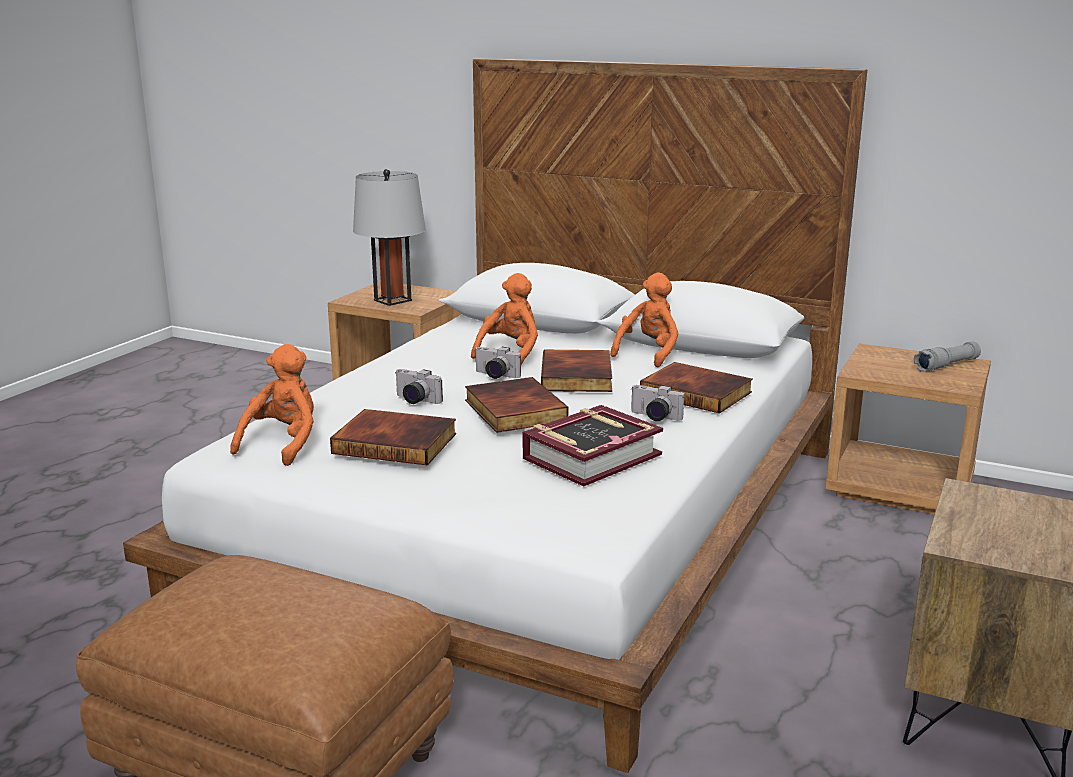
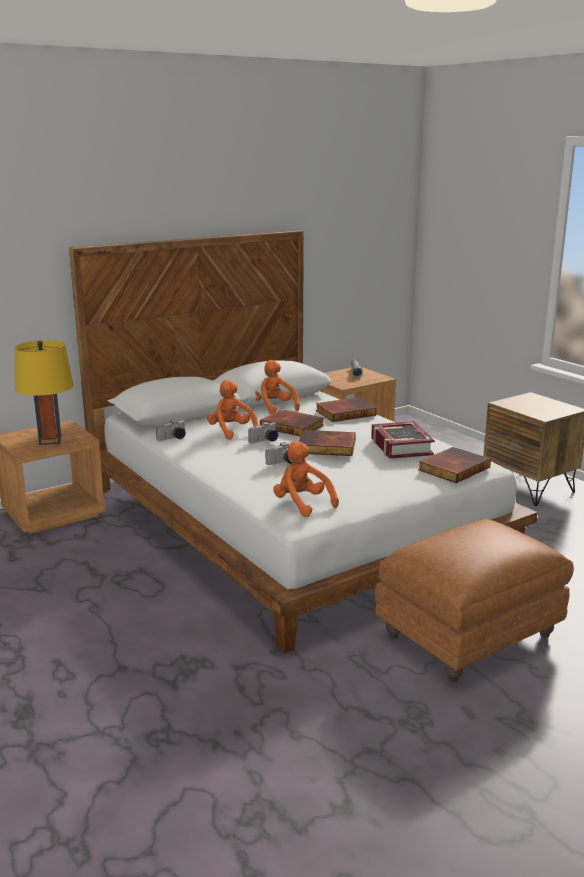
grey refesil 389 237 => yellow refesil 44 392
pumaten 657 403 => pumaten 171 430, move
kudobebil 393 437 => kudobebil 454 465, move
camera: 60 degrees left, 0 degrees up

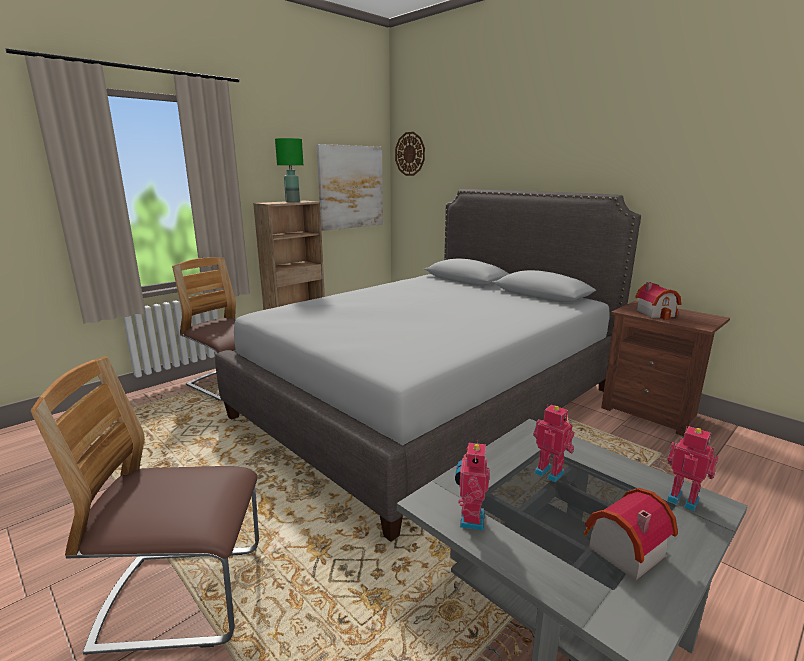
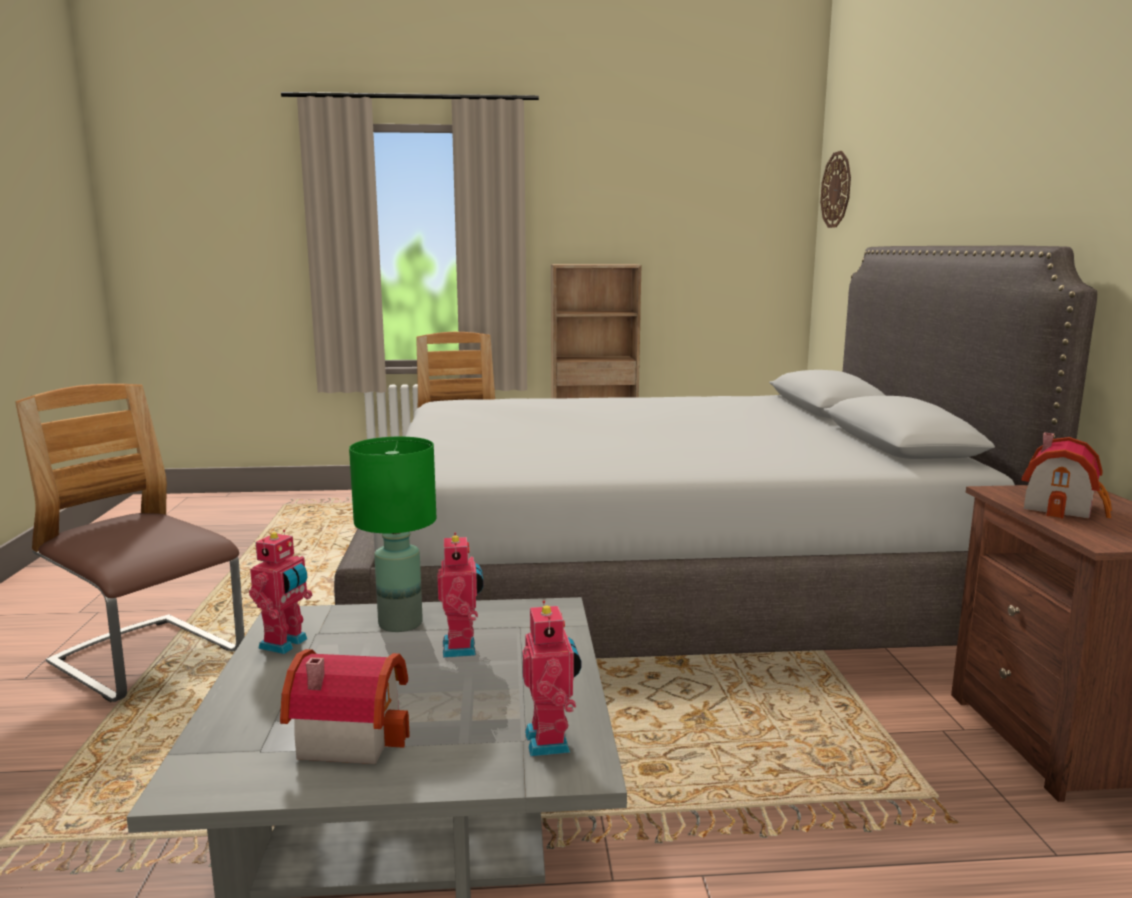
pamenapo 472 485 => pamenapo 280 592, 150 degrees clockwise
green refesil 289 170 => green refesil 392 534, move
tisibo 350 187 => nothing
camera: 40 degrees right, 5 degrees down

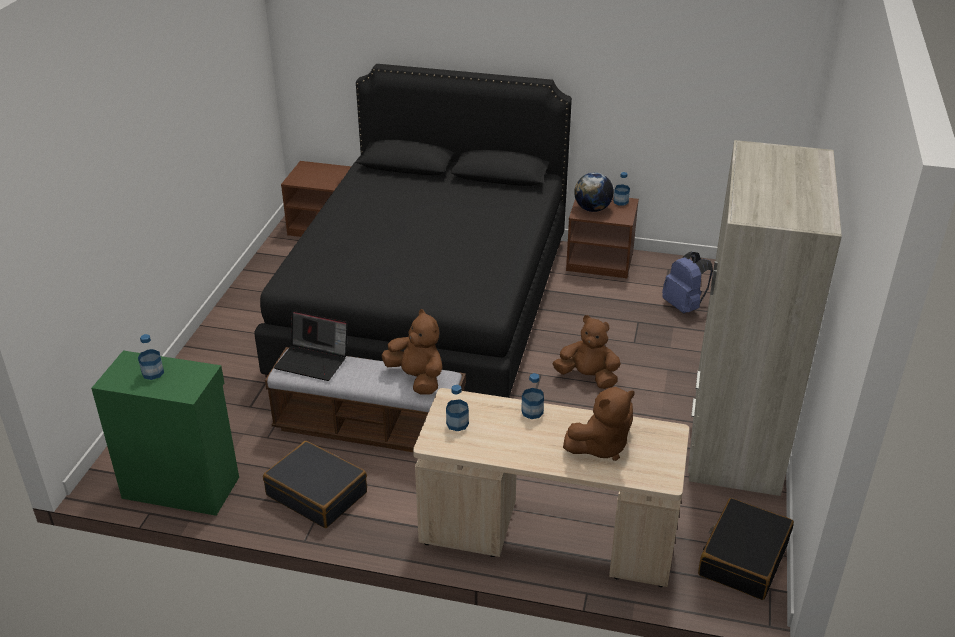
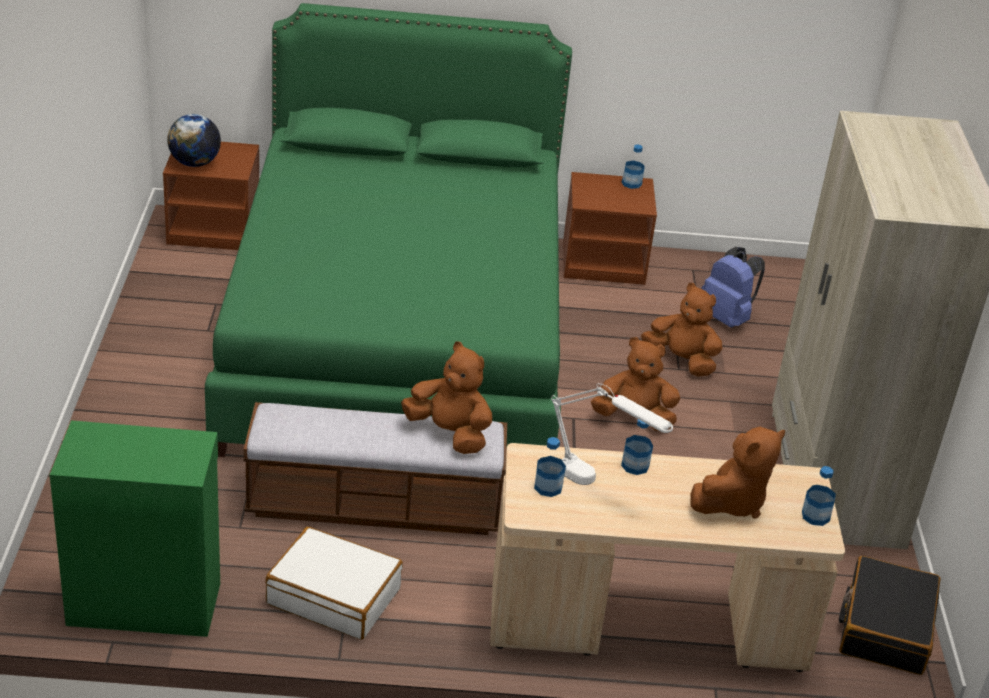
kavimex 594 192 => kavimex 194 140, move
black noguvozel 413 231 => green noguvozel 388 230
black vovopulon 315 484 => white vovopulon 334 583
nothing => white refesil 612 434
nothing => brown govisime 681 329
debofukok 151 357 => debofukok 819 496, move
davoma 311 346 => nothing
camera: 15 degrees left, 0 degrees up

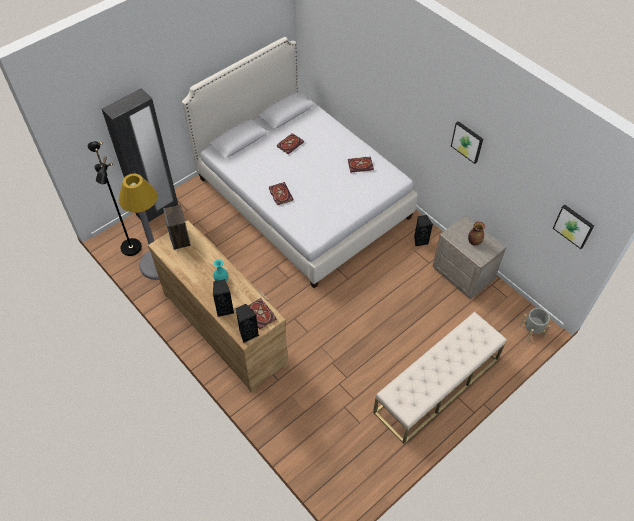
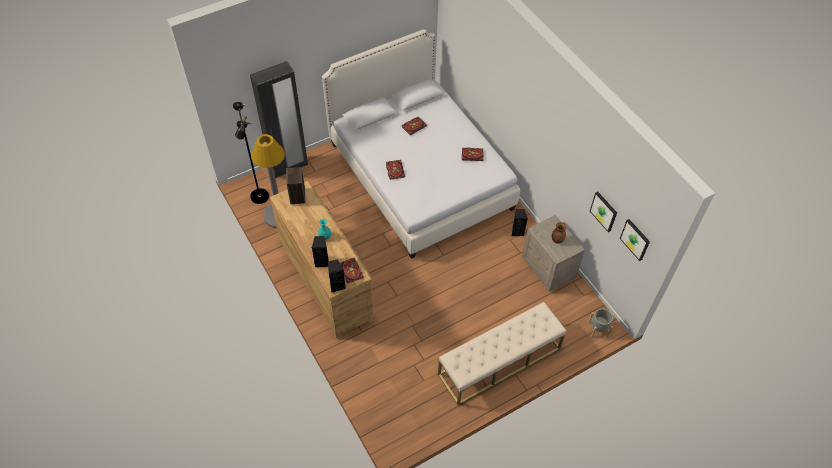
tisibo 467 142 => tisibo 603 212, move
camera: 10 degrees right, 0 degrees up

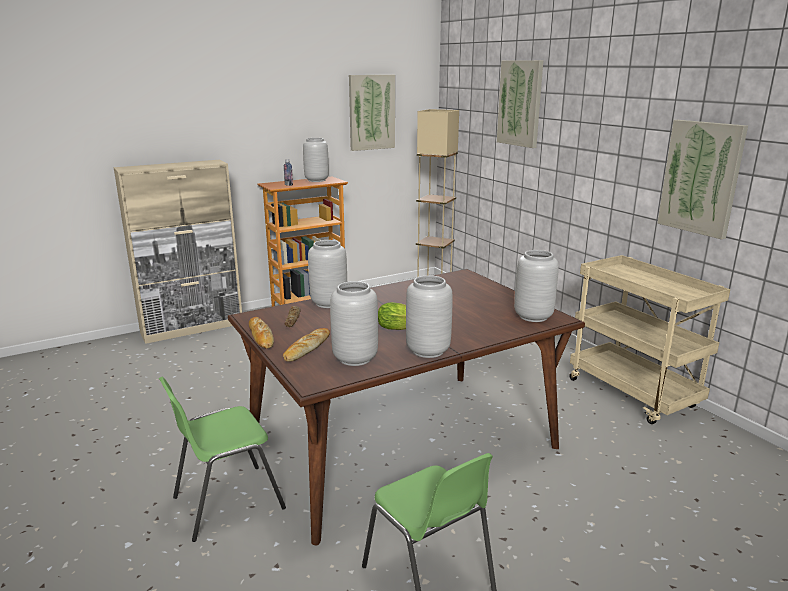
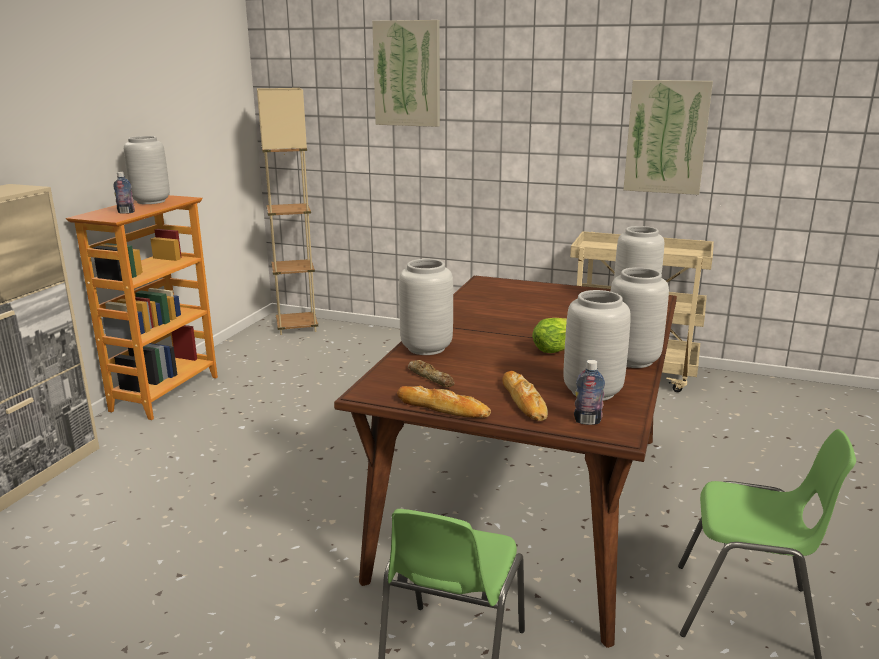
nothing => debofukok 589 392
tisibo 372 113 => nothing
camera: 40 degrees left, 0 degrees up

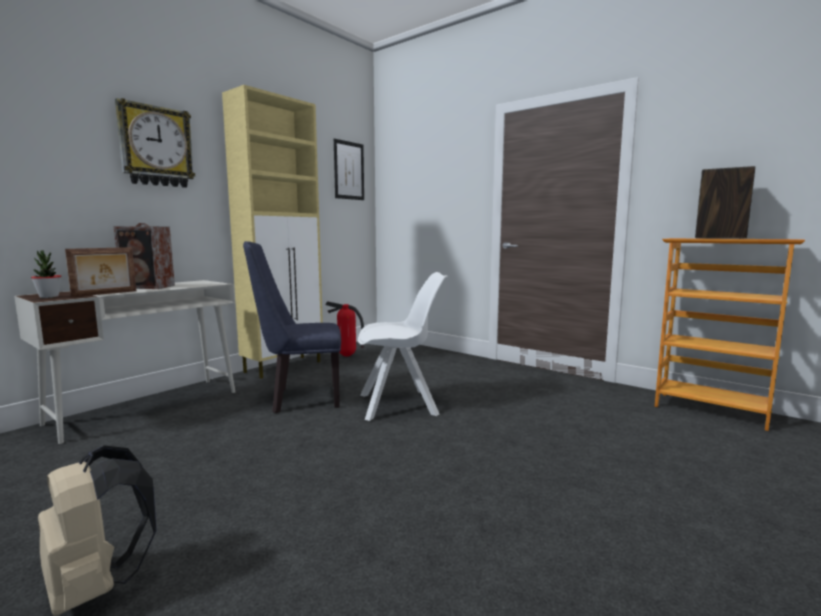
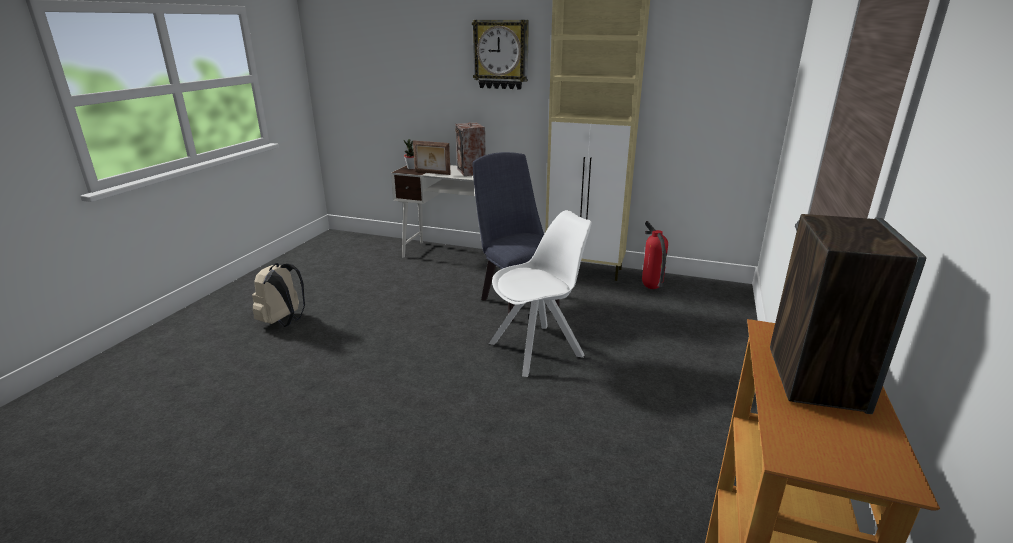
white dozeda 403 346 => white dozeda 540 293, 90 degrees counterclockwise
tisibo 349 169 => nothing
camera: 70 degrees right, 15 degrees up

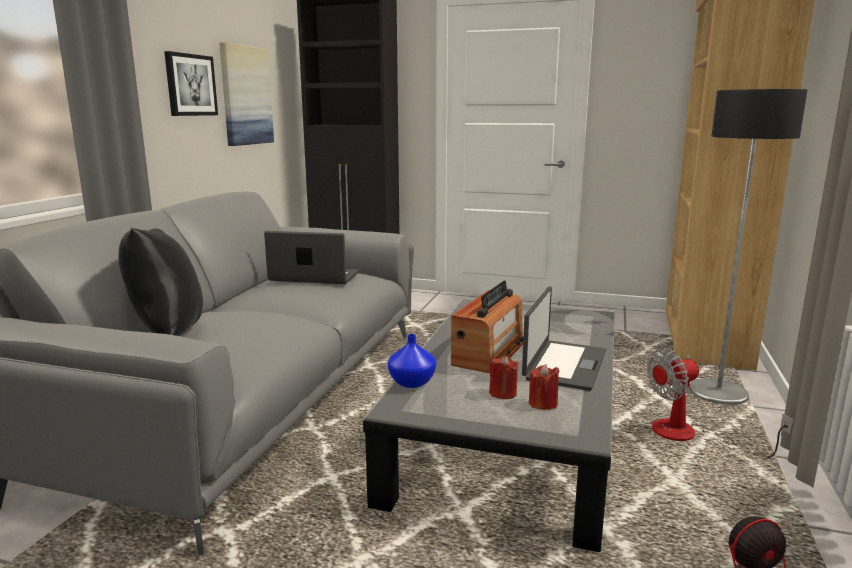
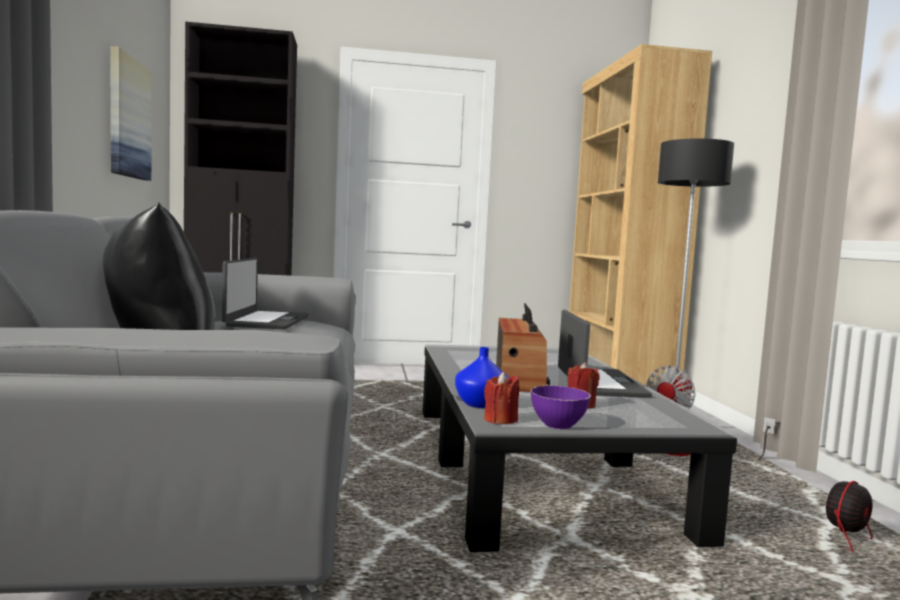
davoma 311 257 => davoma 265 293, 105 degrees clockwise
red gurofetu 544 387 => red gurofetu 501 398, move
nothing => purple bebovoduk 561 407
tisibo 191 83 => nothing
camera: 25 degrees left, 10 degrees down

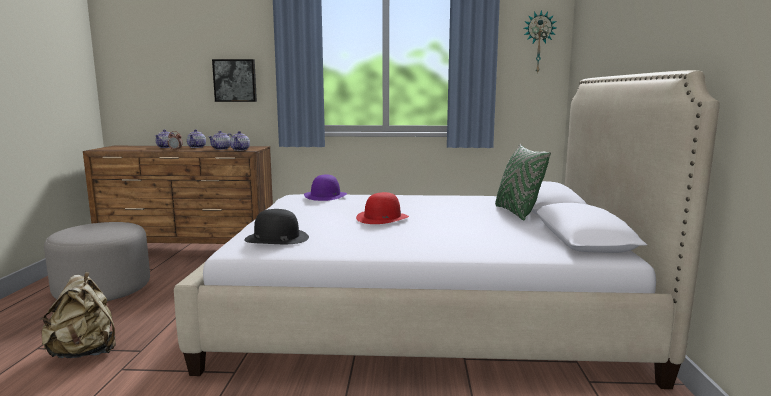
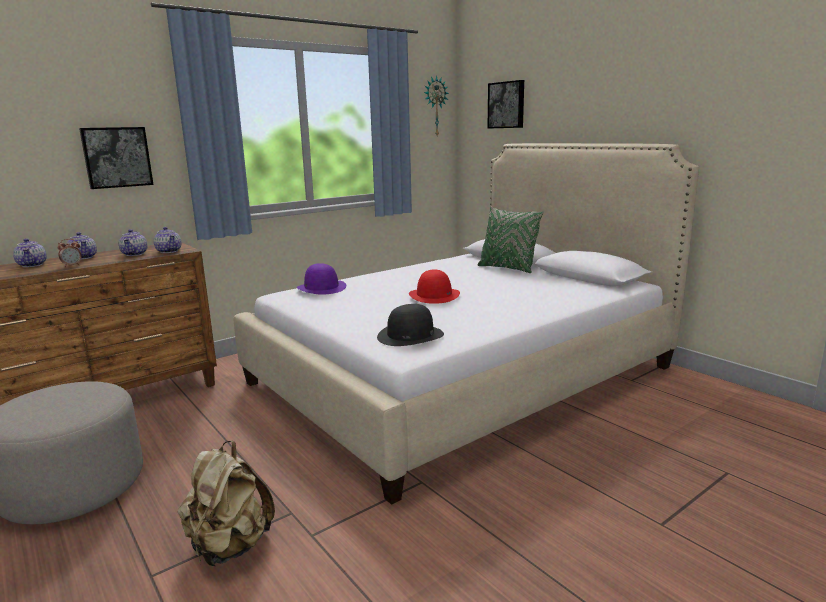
nothing => tisibo 506 104
camera: 40 degrees left, 5 degrees up

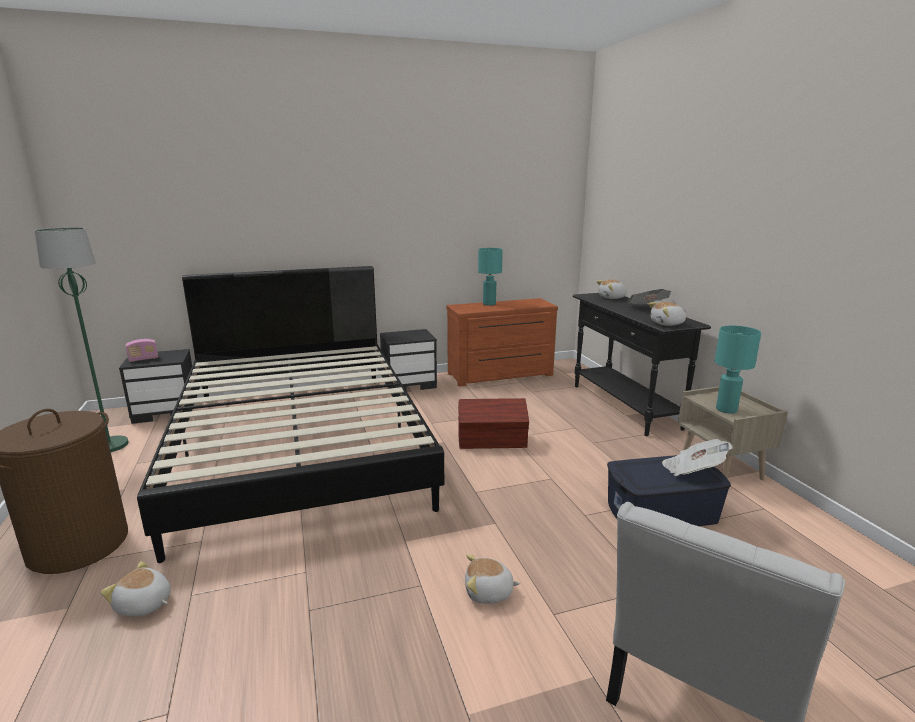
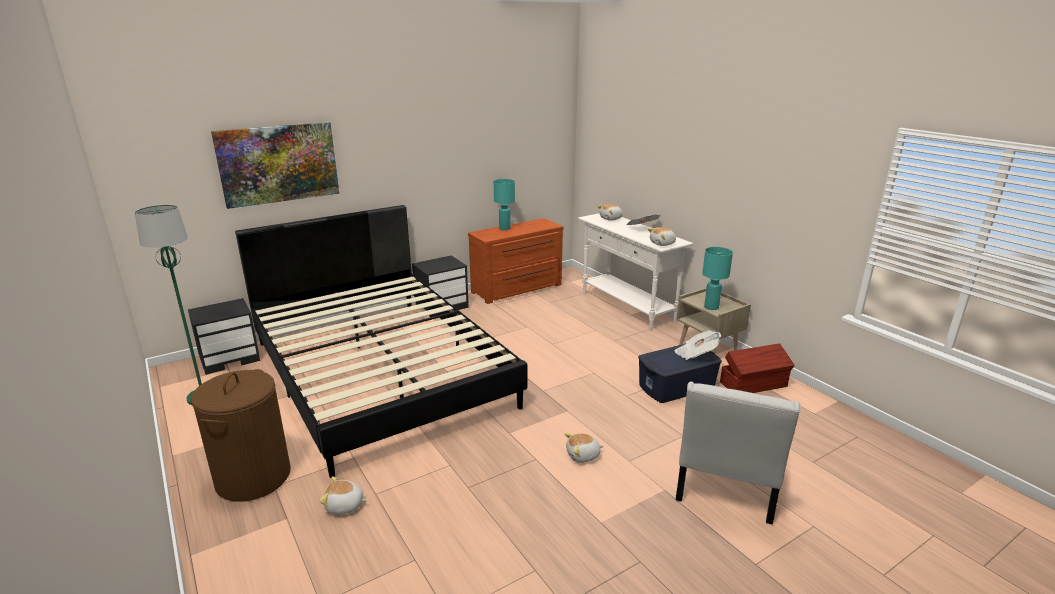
nothing => tisibo 275 165
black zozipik 642 364 => white zozipik 635 272
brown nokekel 493 423 => brown nokekel 757 368, move
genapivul 141 350 => nothing
camera: 15 degrees left, 5 degrees up

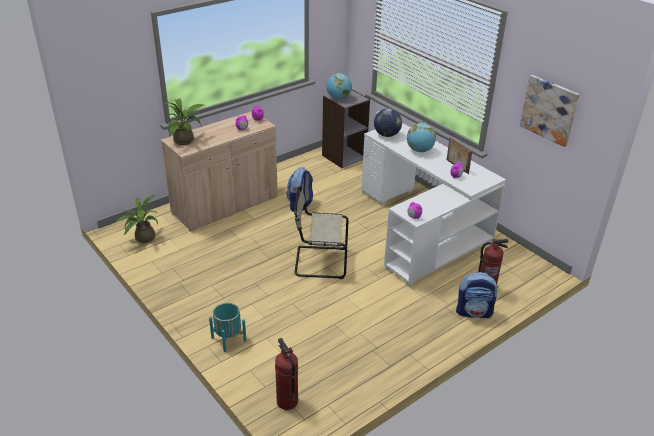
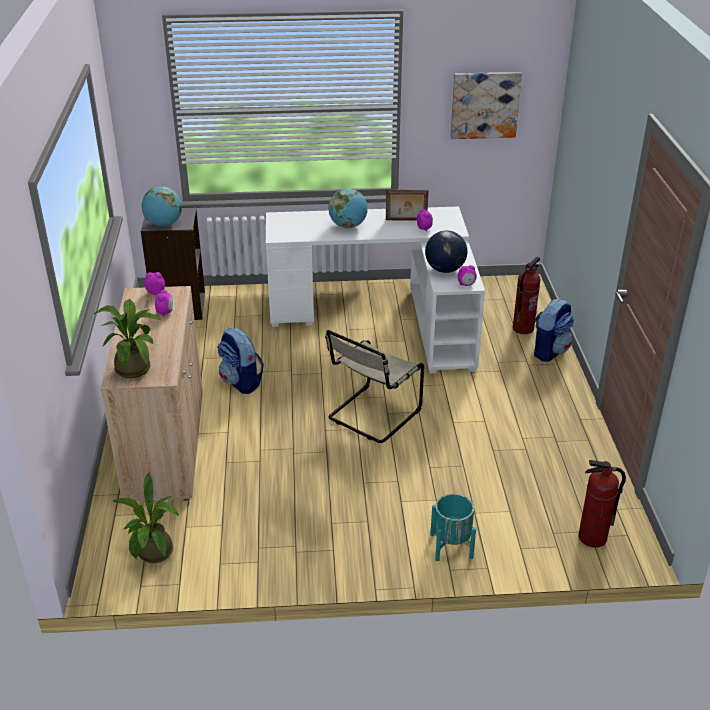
kavimex 388 122 => kavimex 446 251, move
camera: 55 degrees left, 0 degrees up

